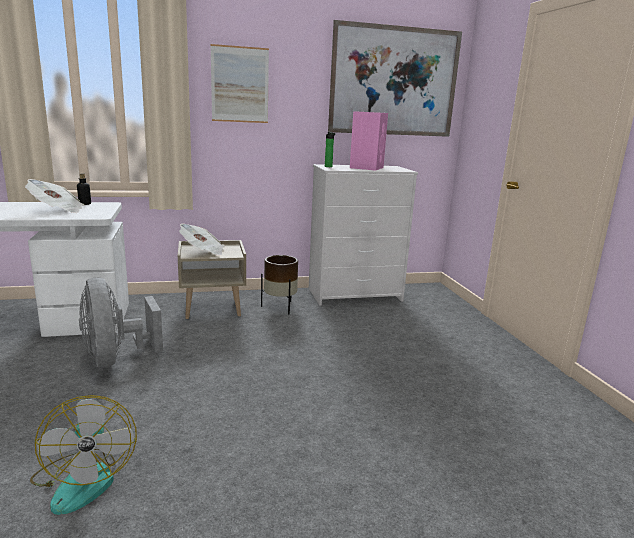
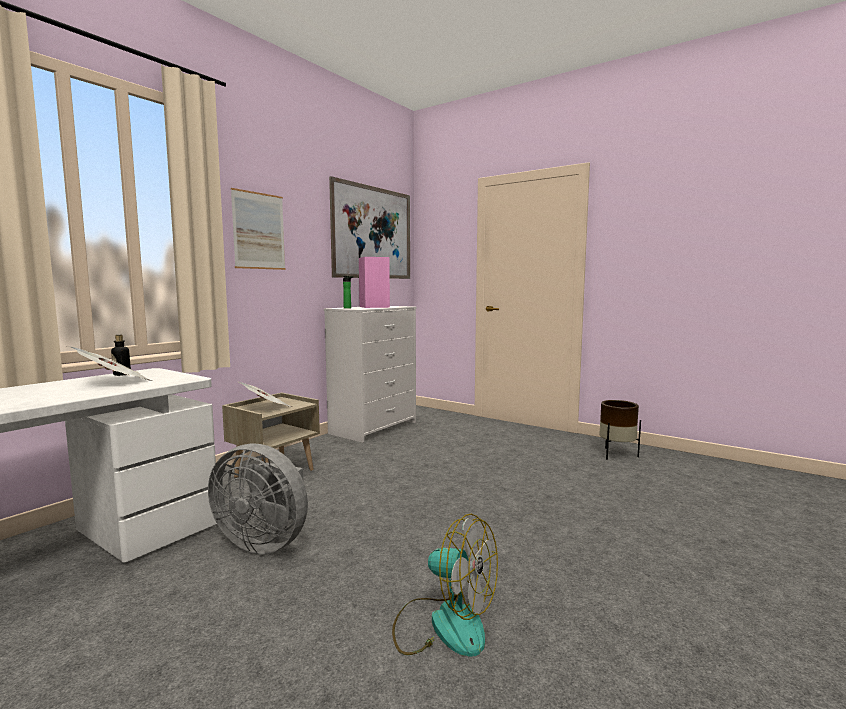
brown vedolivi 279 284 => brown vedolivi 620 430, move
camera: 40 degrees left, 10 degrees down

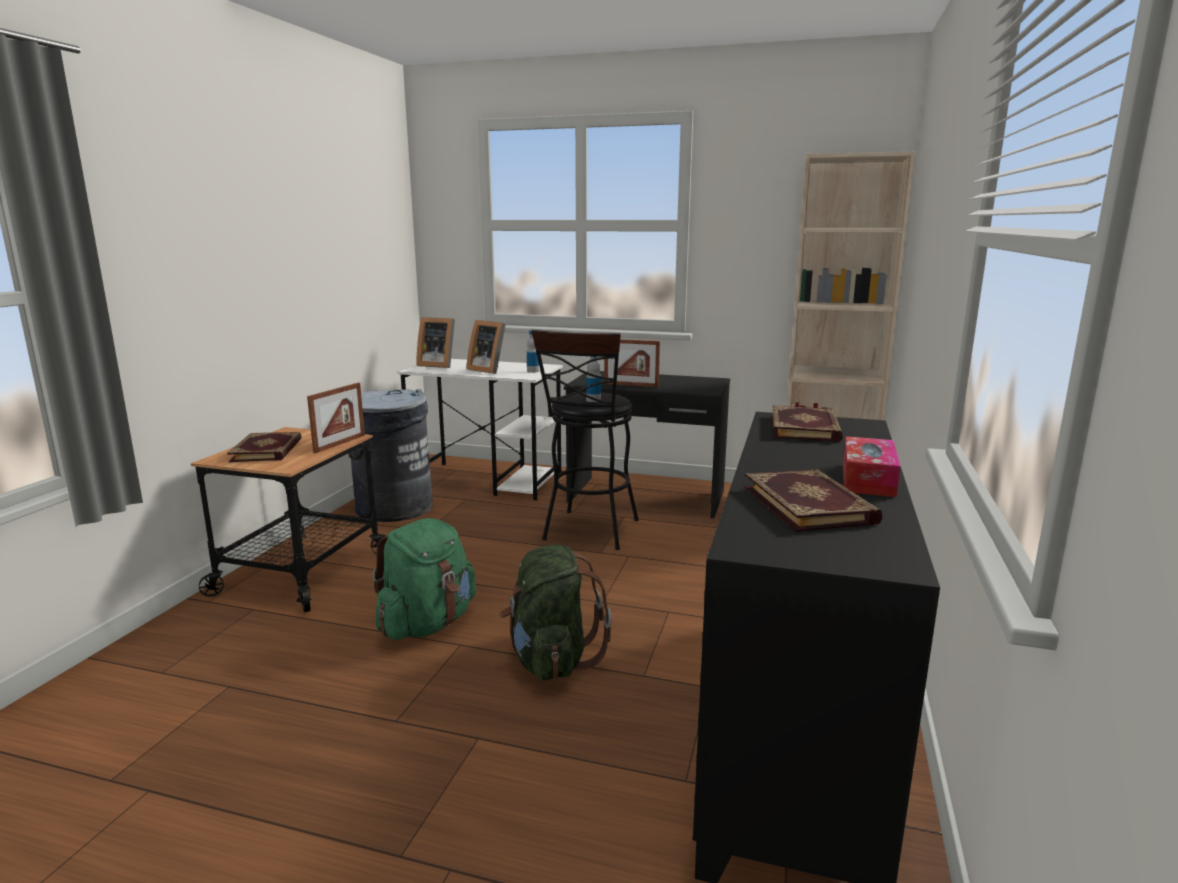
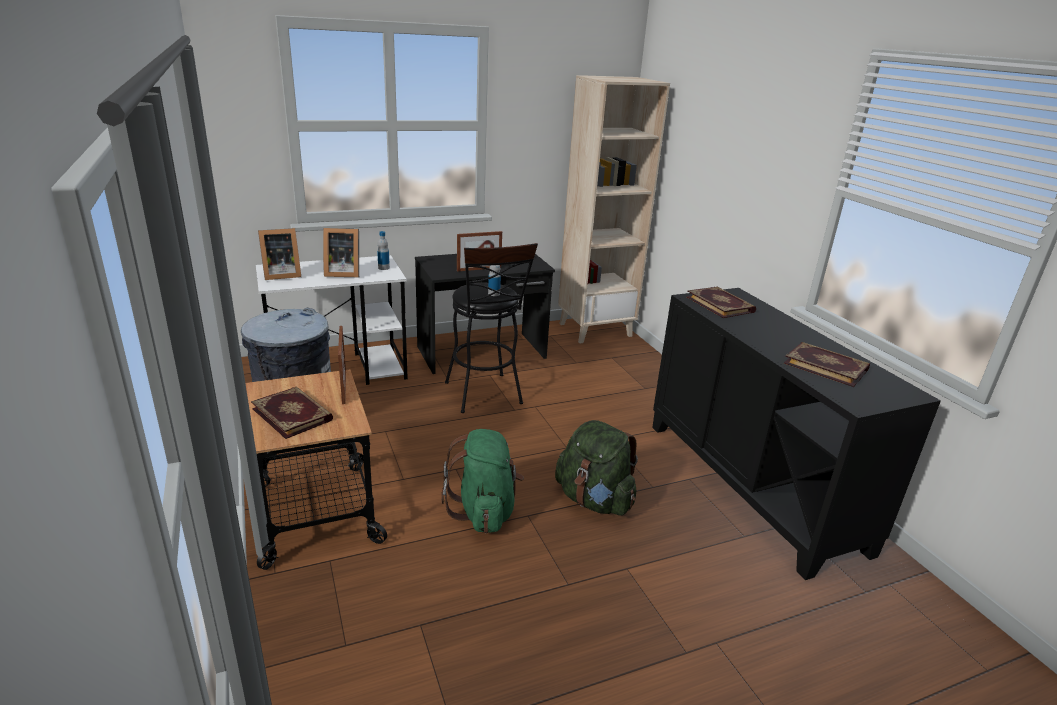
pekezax 872 466 => nothing
camera: 40 degrees left, 10 degrees up

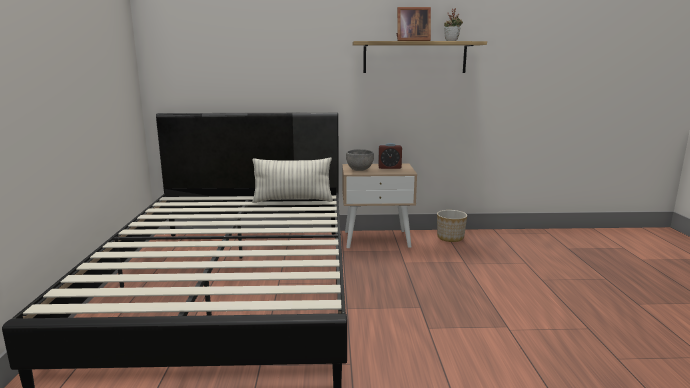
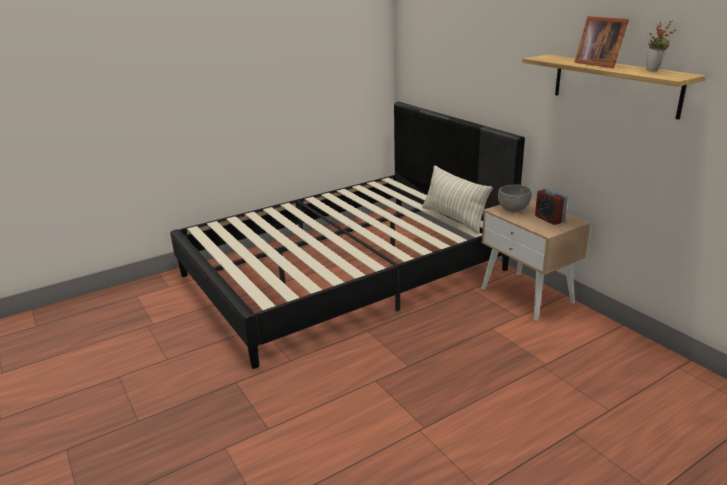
vedolivi 452 226 => nothing
camera: 60 degrees right, 10 degrees up

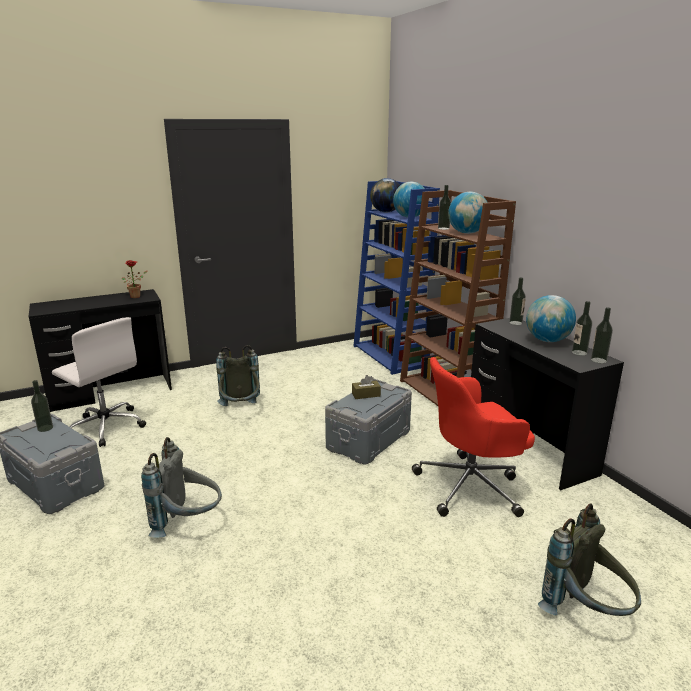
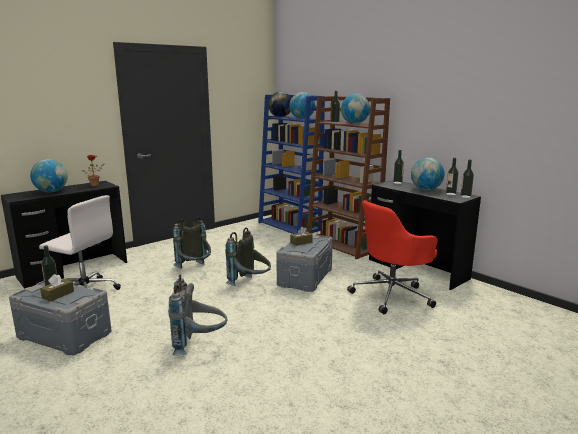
nothing => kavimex 48 176
nothing => brown pekezax 57 288
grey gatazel 589 559 => grey gatazel 248 256, move
camera: 15 degrees left, 5 degrees down

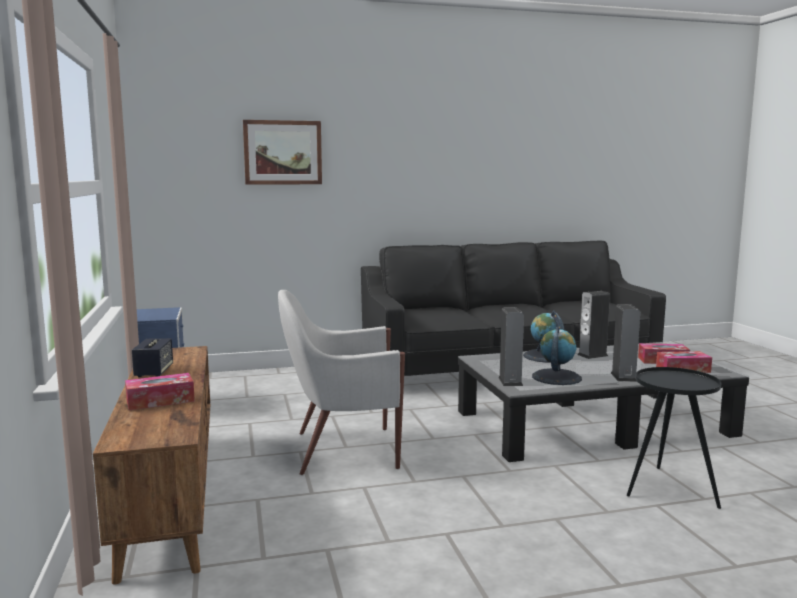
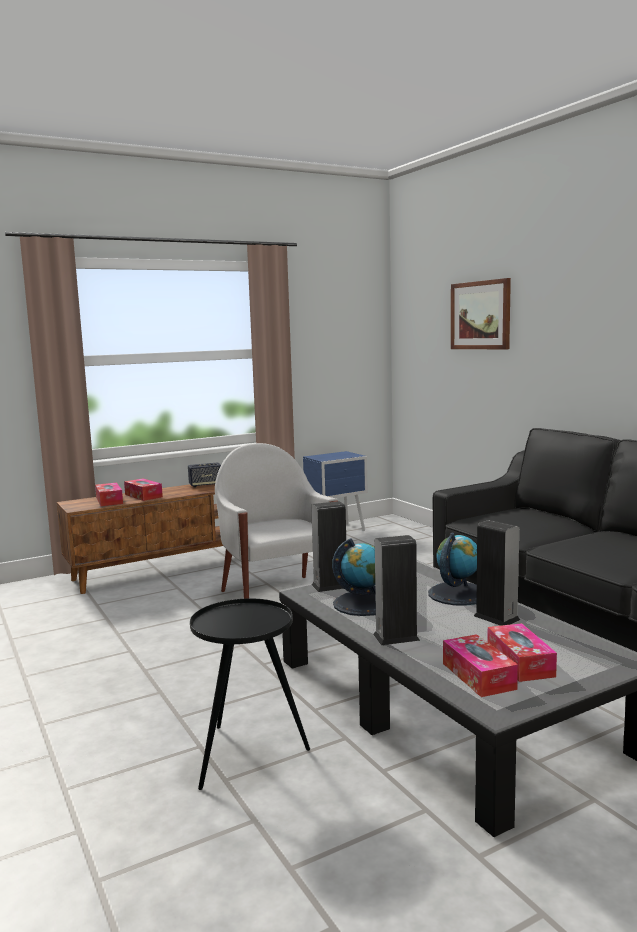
nothing => pekezax 109 494
camera: 75 degrees right, 0 degrees up

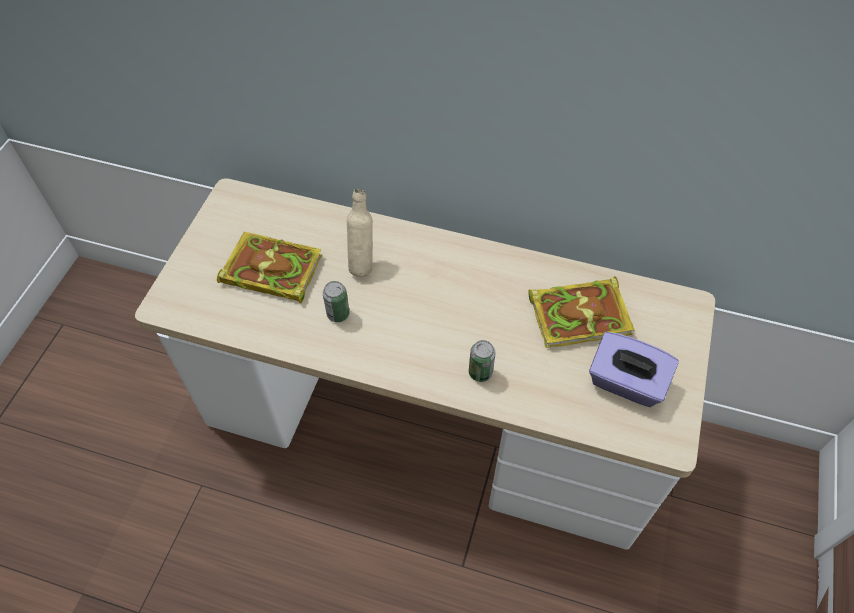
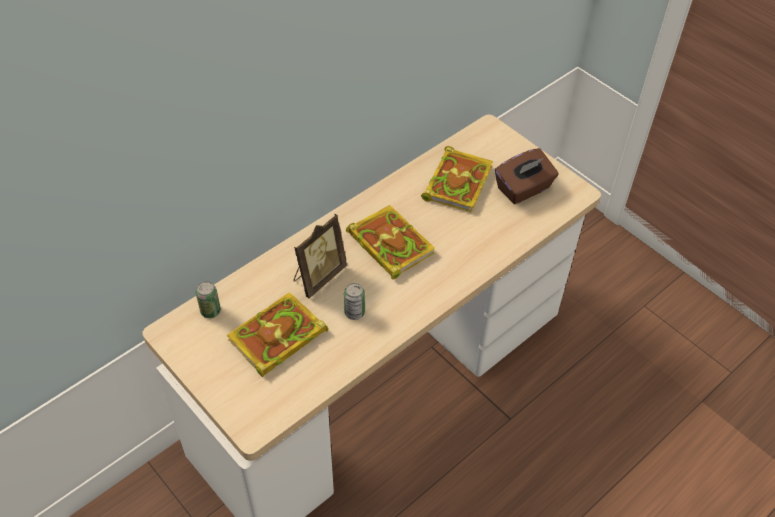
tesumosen 482 361 => tesumosen 208 299, move
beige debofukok 360 232 => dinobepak 320 256
nothing => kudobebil 390 242
purple pekezax 634 369 => brown pekezax 526 176
camera: 60 degrees left, 5 degrees down

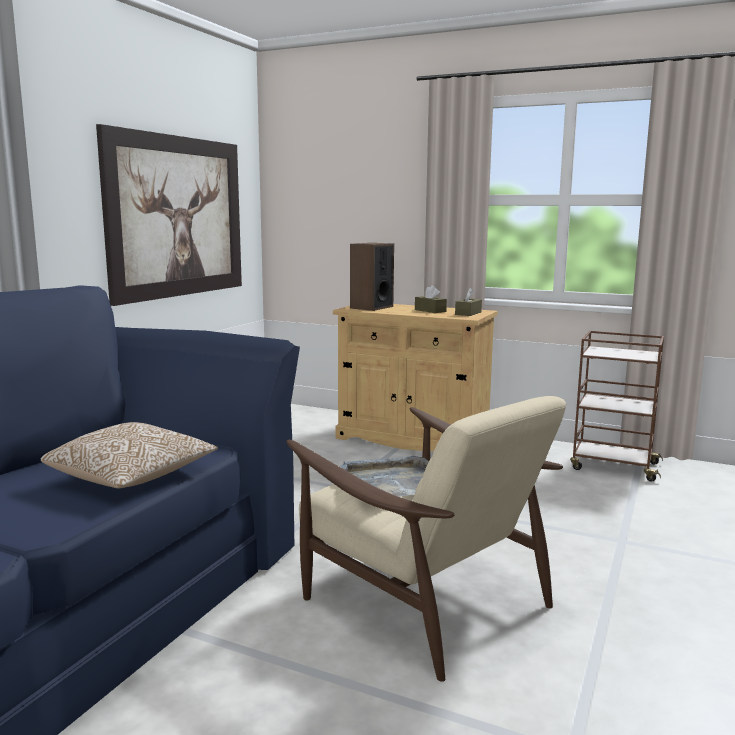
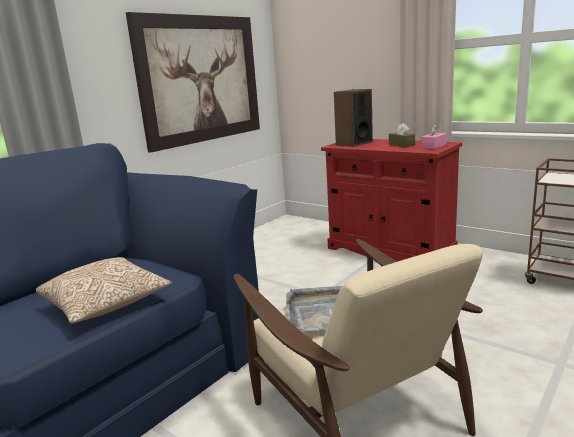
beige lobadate 415 377 => red lobadate 391 200
brown pekezax 468 301 => pink pekezax 434 136
camera: 15 degrees right, 5 degrees up

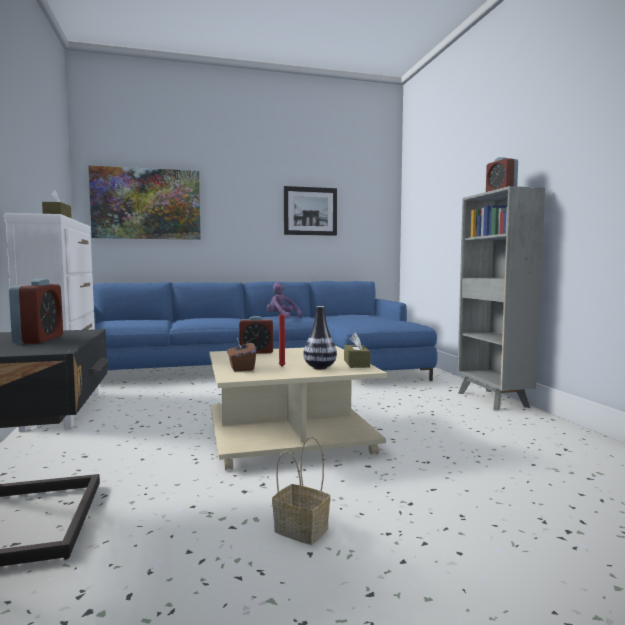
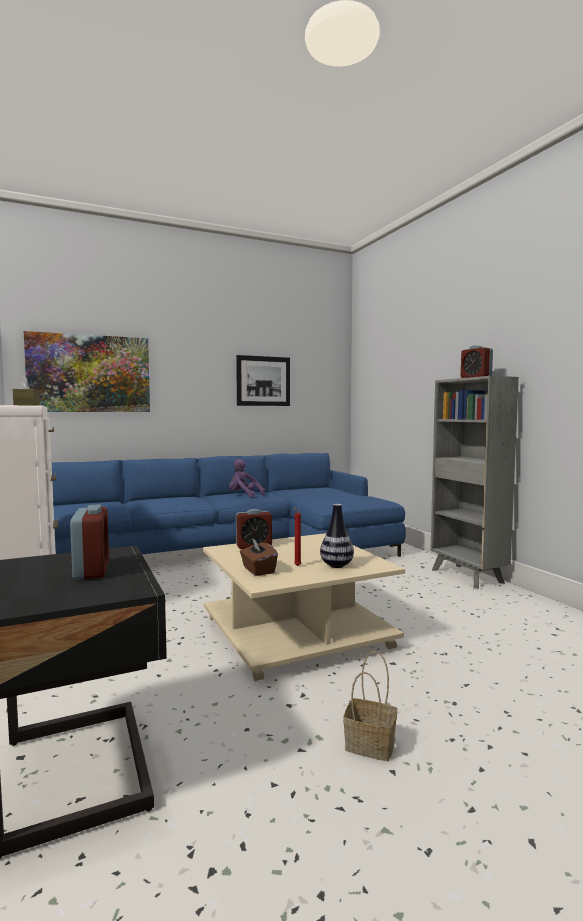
brown pekezax 357 350 => nothing
camera: 10 degrees left, 0 degrees up

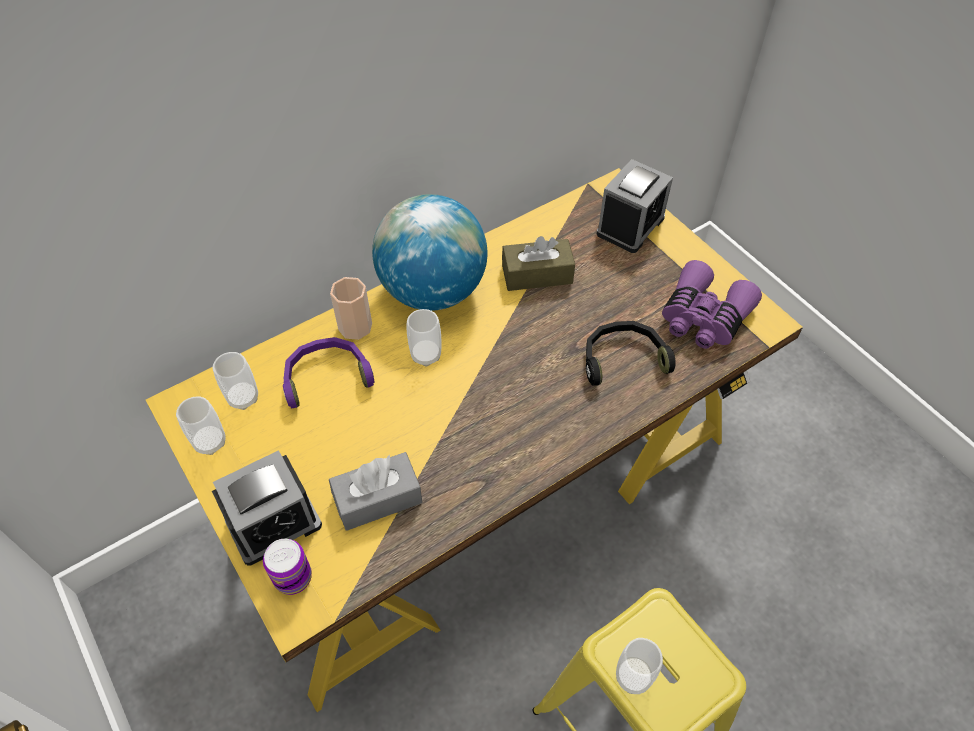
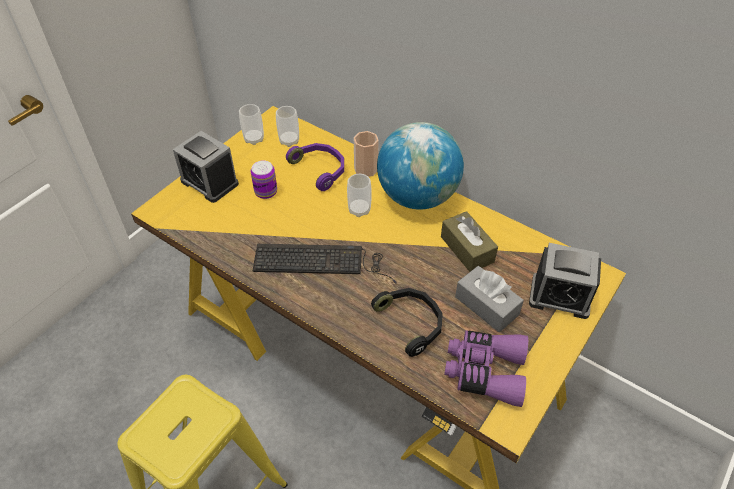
tesumosen 287 567 => tesumosen 263 179, move
nothing => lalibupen 325 264
grey pekezax 375 491 => grey pekezax 489 299, move
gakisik 639 666 => nothing
camera: 70 degrees right, 5 degrees down

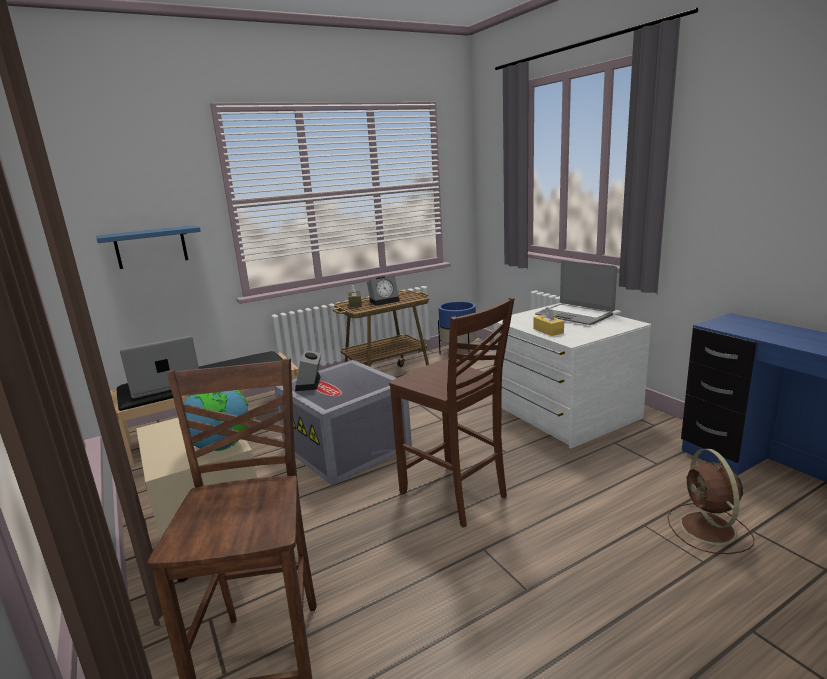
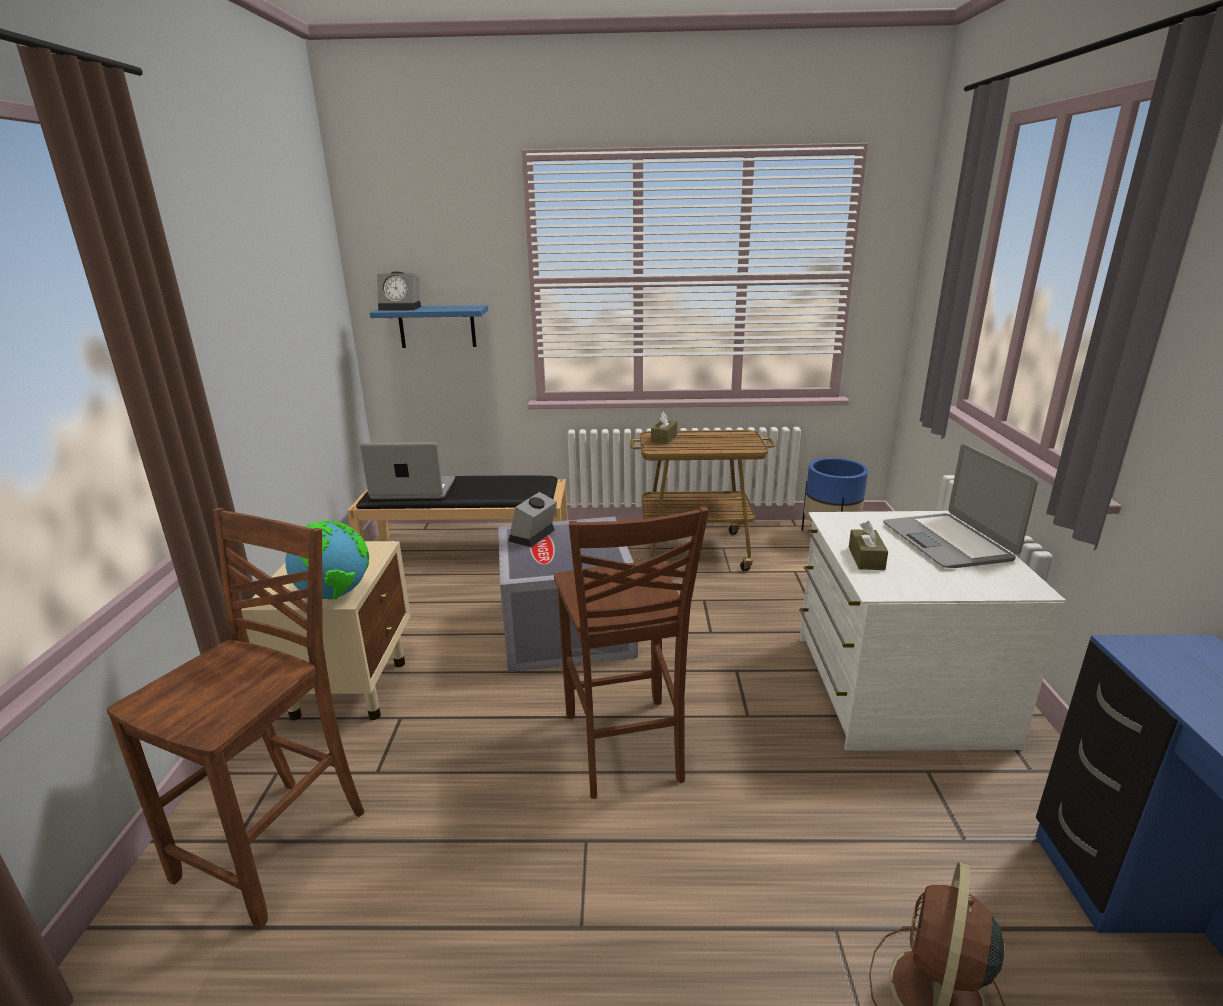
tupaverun 383 291 => tupaverun 399 291, move
yellow pekezax 548 321 => brown pekezax 868 545
camera: 30 degrees right, 5 degrees up

